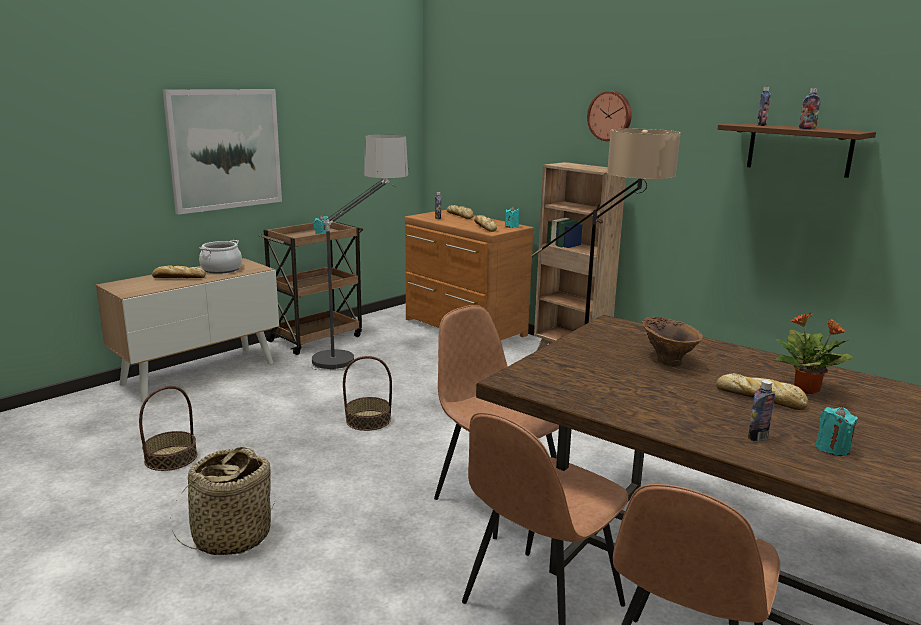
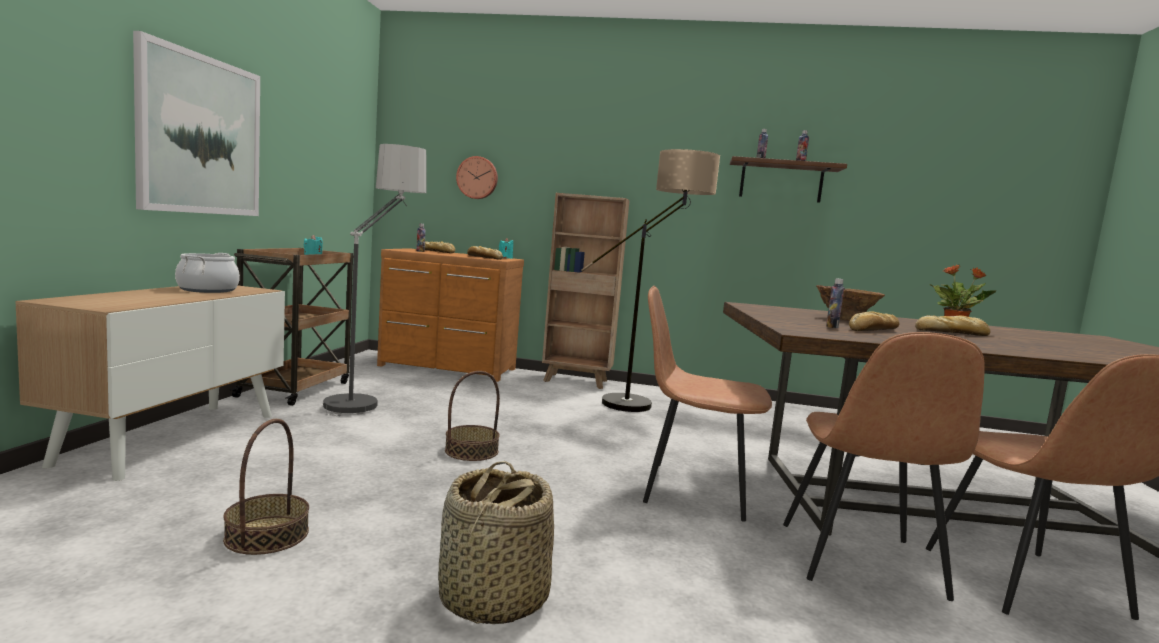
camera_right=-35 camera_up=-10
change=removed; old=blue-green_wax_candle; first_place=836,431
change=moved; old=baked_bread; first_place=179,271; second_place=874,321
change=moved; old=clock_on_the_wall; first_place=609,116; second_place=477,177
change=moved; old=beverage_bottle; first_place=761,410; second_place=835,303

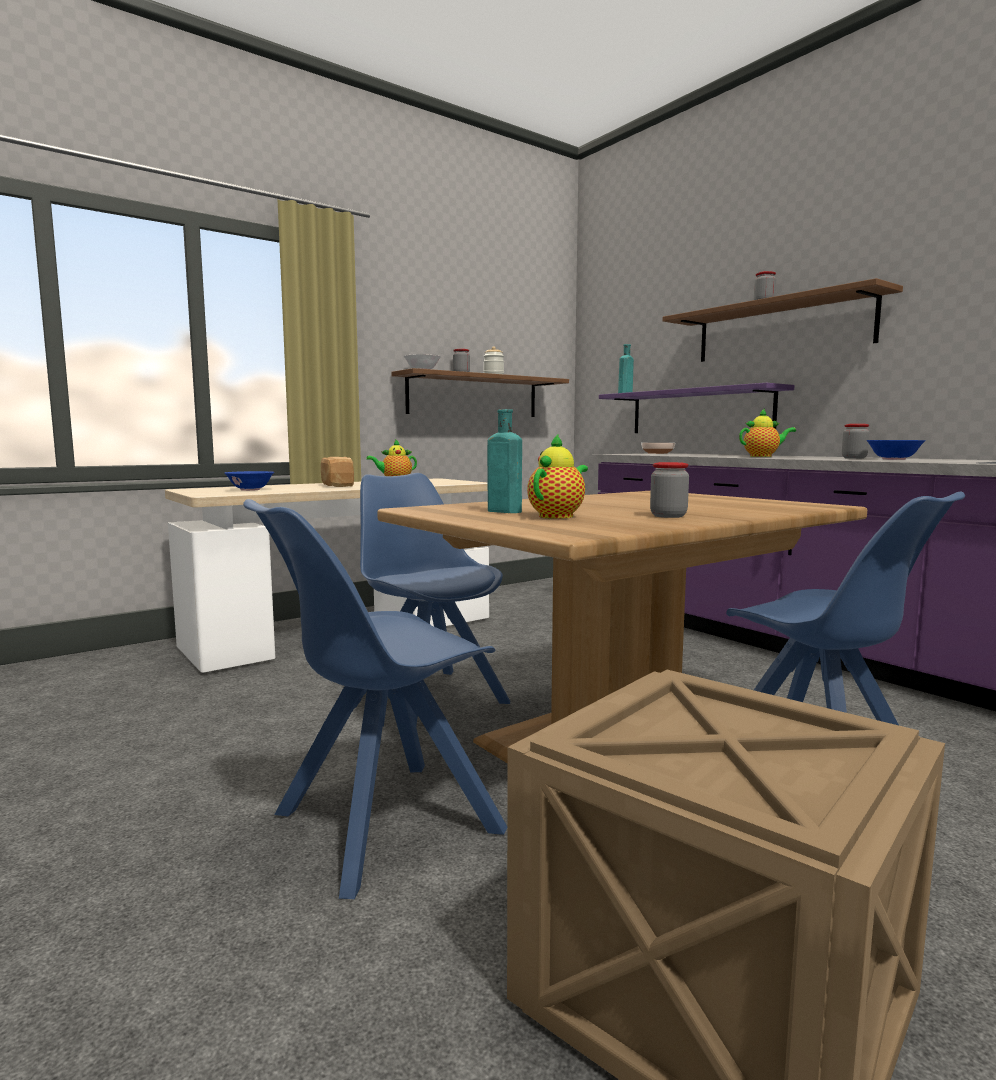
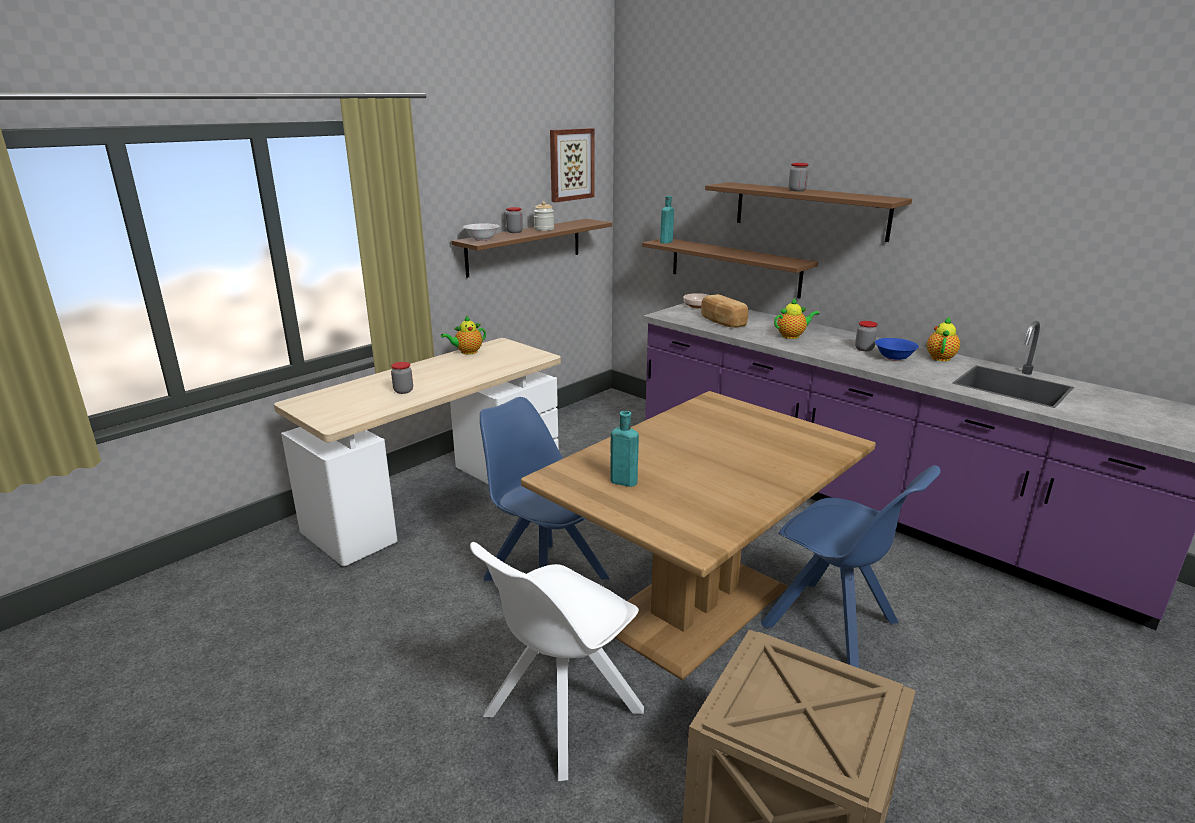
camera_right=-10 camera_up=15
change=removed; old=blue-coloured_serving_bowl; first_place=249,481
change=added; new=wall_picture; second_place=572,165
change=moved; old=baked_bread; first_place=337,472; second_place=724,311
change=moved; old=teapot; first_place=557,476; second_place=943,339
change=moved; old=jar; first_place=669,490; second_place=402,378
change=recoloured; old=blue-coloured_plain_chair; new=white-coloured_plain_chair; first_place=375,699; second_place=557,661
change=recoloured; old=purplish_wall_shelf; new=brown_wall_shelf; first_place=696,408; second_place=730,269

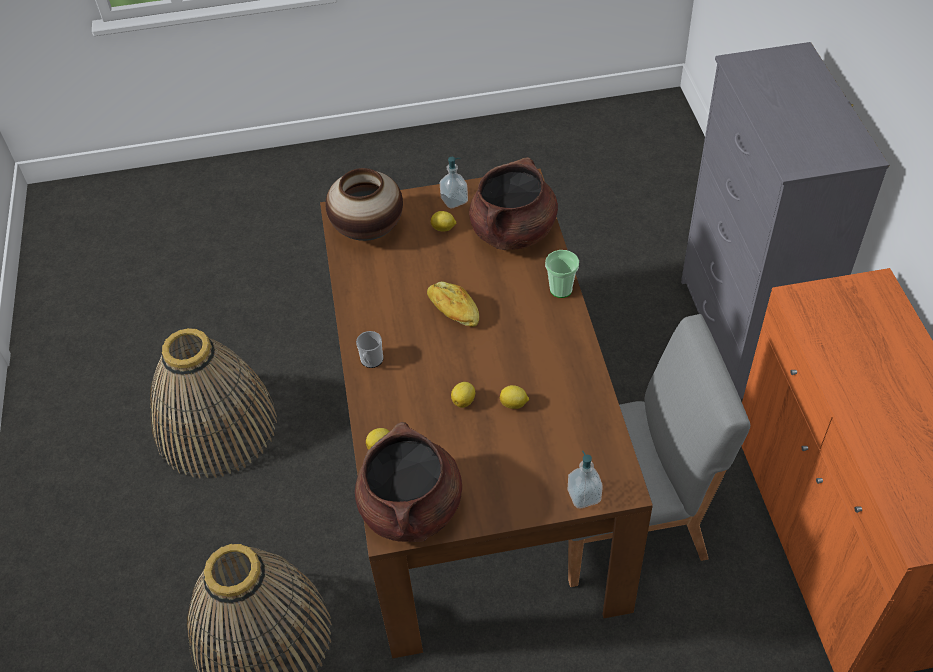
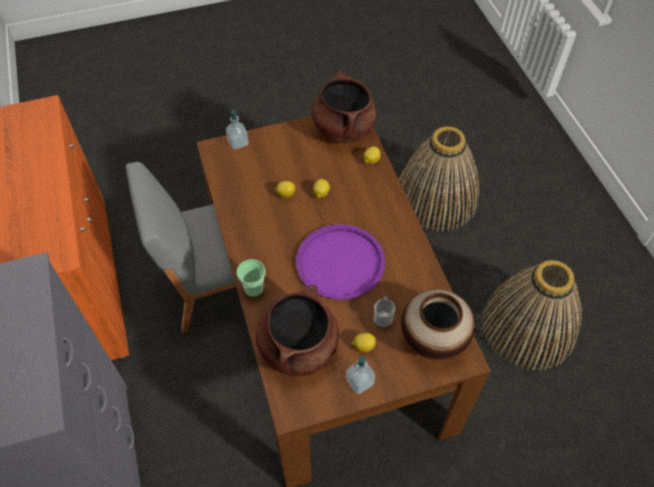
camera_right=170 camera_up=5
change=moved; old=tea_mug; first_place=369,349; second_place=385,312
change=replaced; old=baked_bread; new=purplish_serving_tray; first_place=453,304; second_place=340,262

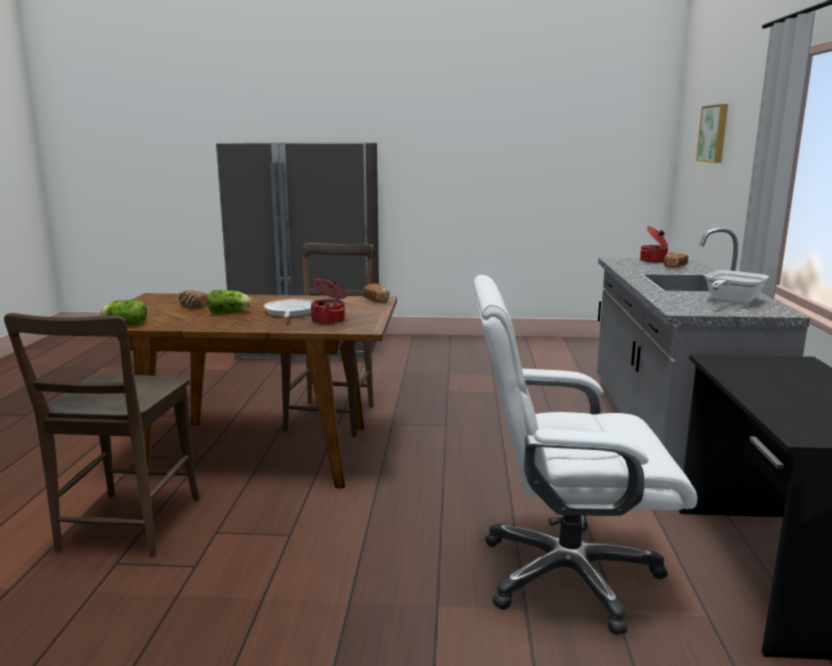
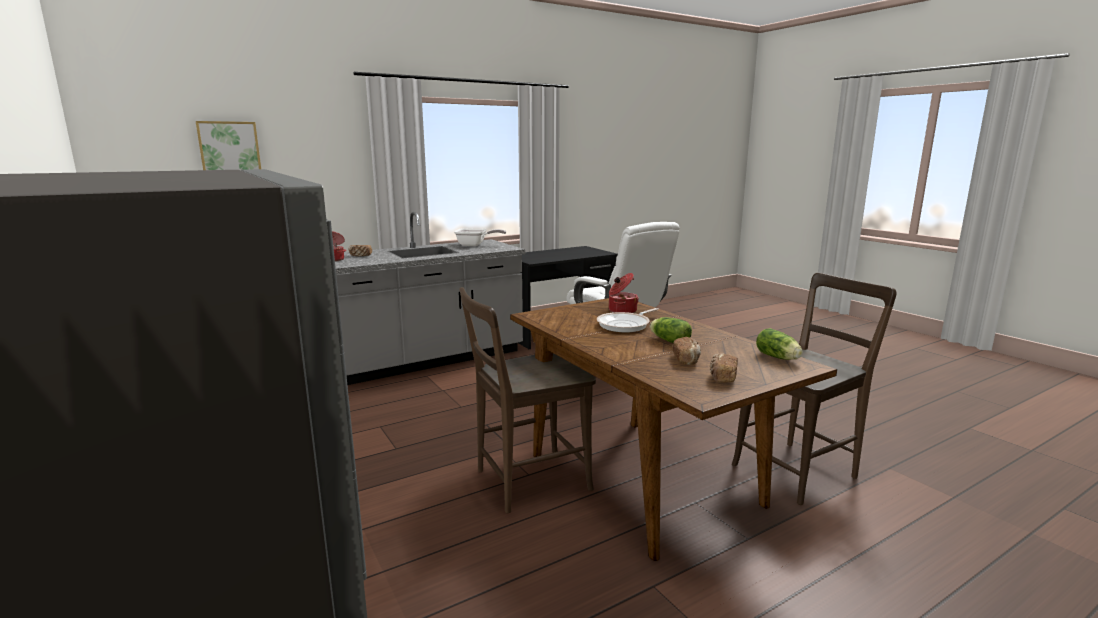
camera_right=-125 camera_up=0
change=moved; old=baked_bread; first_place=376,293; second_place=723,368

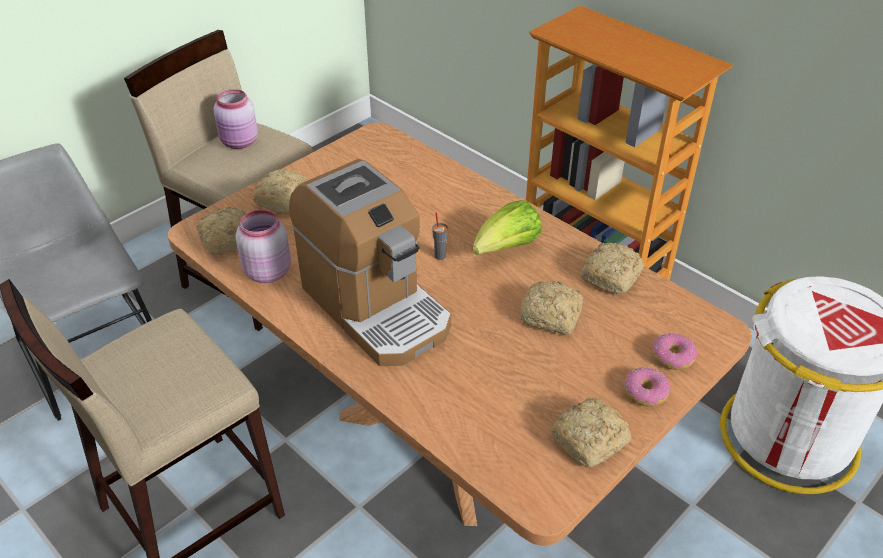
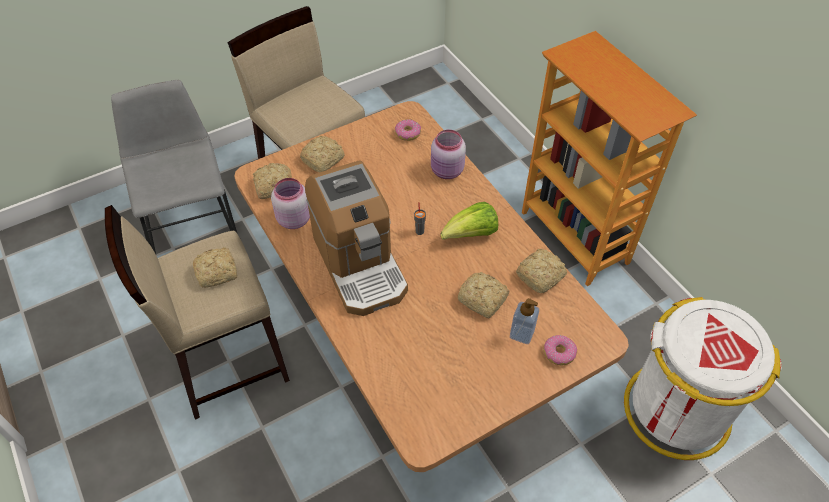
camera_right=15 camera_up=10
change=added; new=soap_dispenser; second_place=524,321
change=moved; old=pinkish_jar; first_place=236,119; second_place=448,154
change=moved; old=baked_bread; first_place=591,432; second_place=215,267
change=moved; old=doughnut; first_place=647,386; second_place=408,130

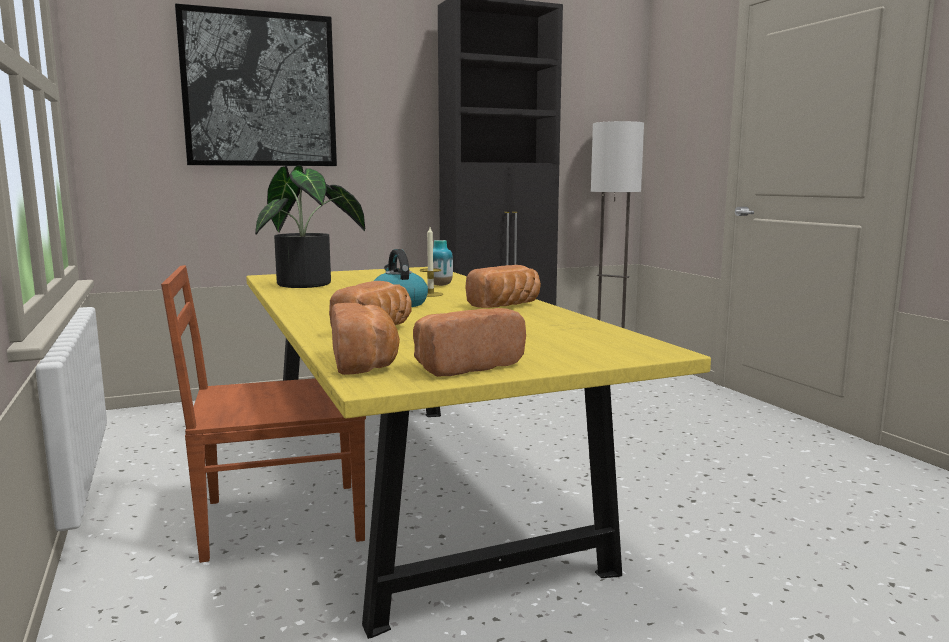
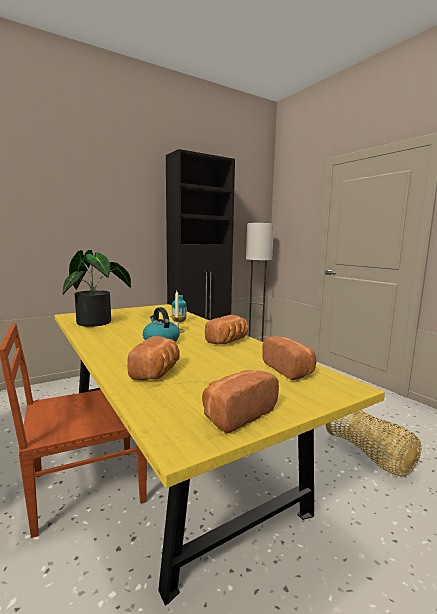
camera_right=-10 camera_up=0
change=removed; old=wall_picture; first_place=256,84
change=added; new=basket; second_place=374,443
change=moved; old=baked_bread; first_place=366,339; second_place=289,358

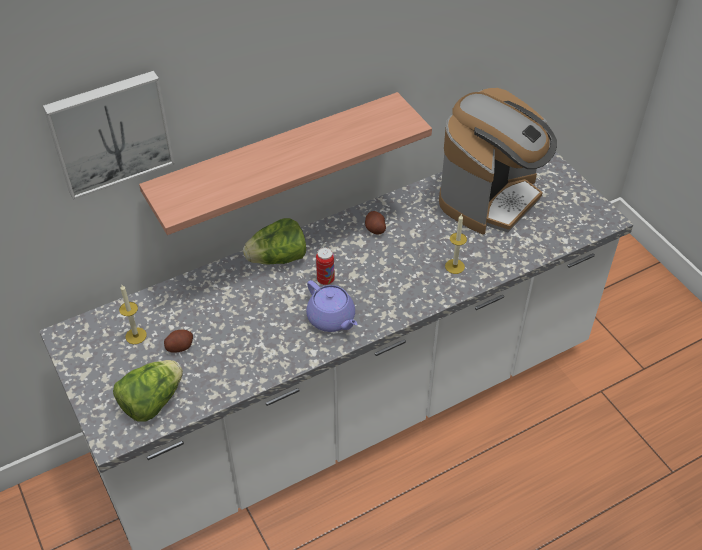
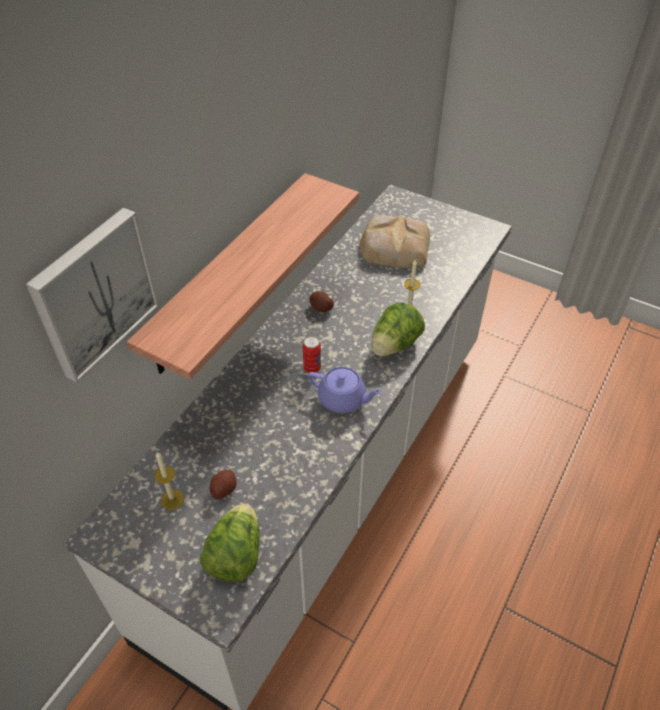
camera_right=-30 camera_up=0
change=moved; old=lettuce; first_place=274,241; second_place=398,329
change=replaced; old=coffee_maker; new=baked_bread; first_place=498,161; second_place=395,241

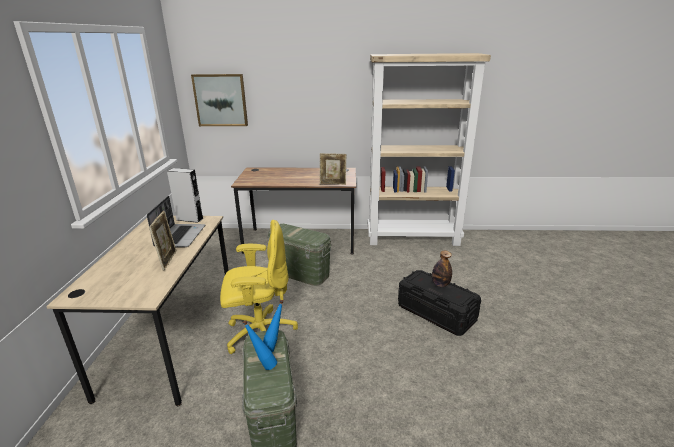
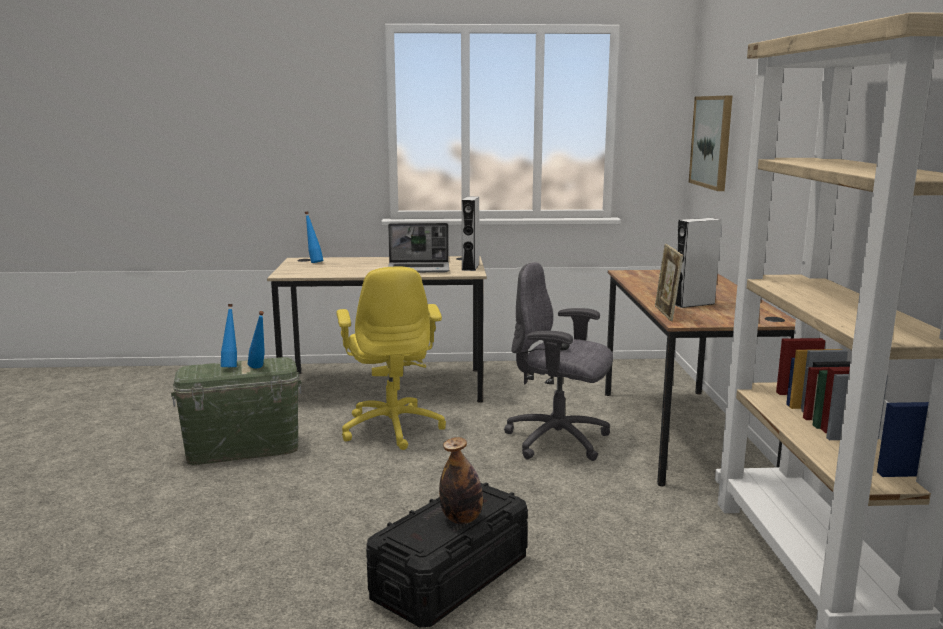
camera_right=85 camera_up=-10
change=removed; old=photo_frame; first_place=162,241
change=added; new=blue-coloured_beverage_bottle; second_place=314,237
change=added; new=greyish_speaker; second_place=698,263
change=replaced; old=green-coloured_storage_bin; new=greyish_computer_chair; first_place=300,255; second_place=558,361

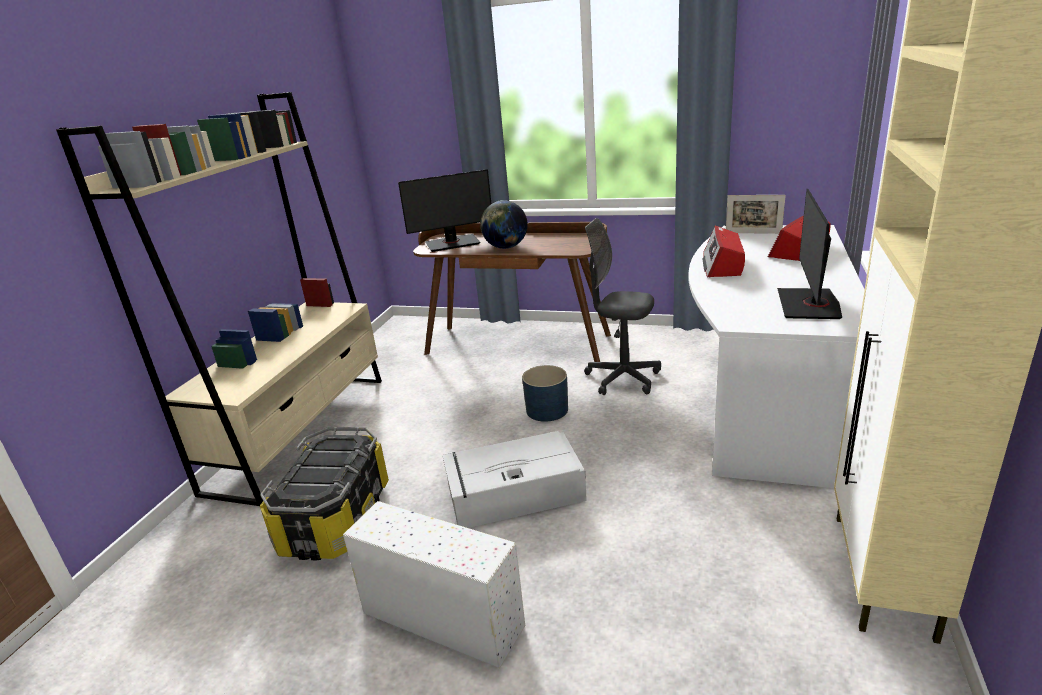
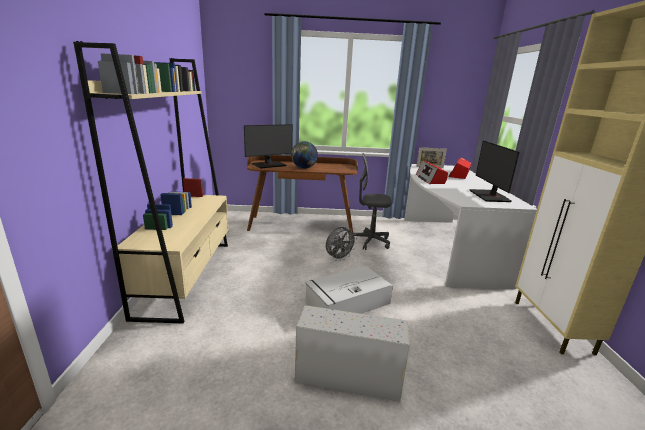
camera_right=-20 camera_up=-5
change=removed; old=storage_bin; first_place=324,493
change=replaced; old=blue-coloured_flower_pot; new=greyish_fan; first_place=545,393; second_place=341,244

